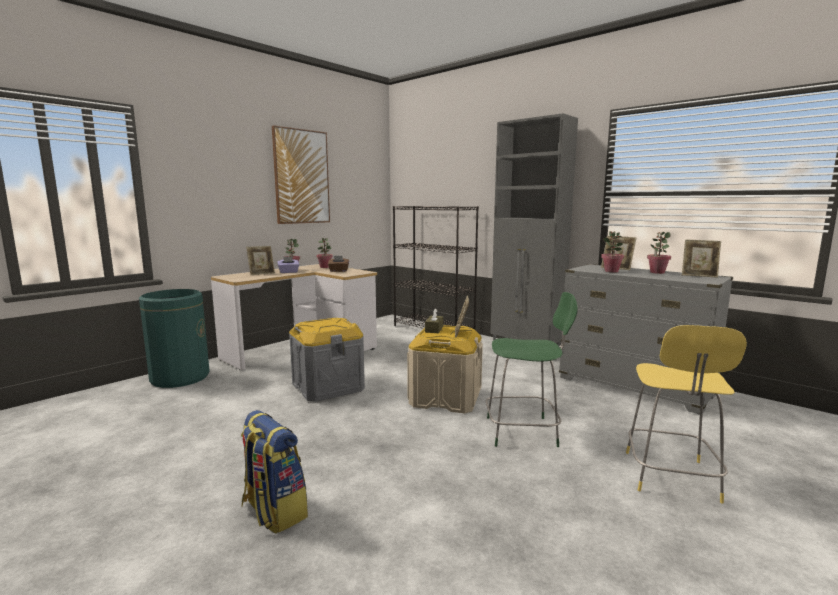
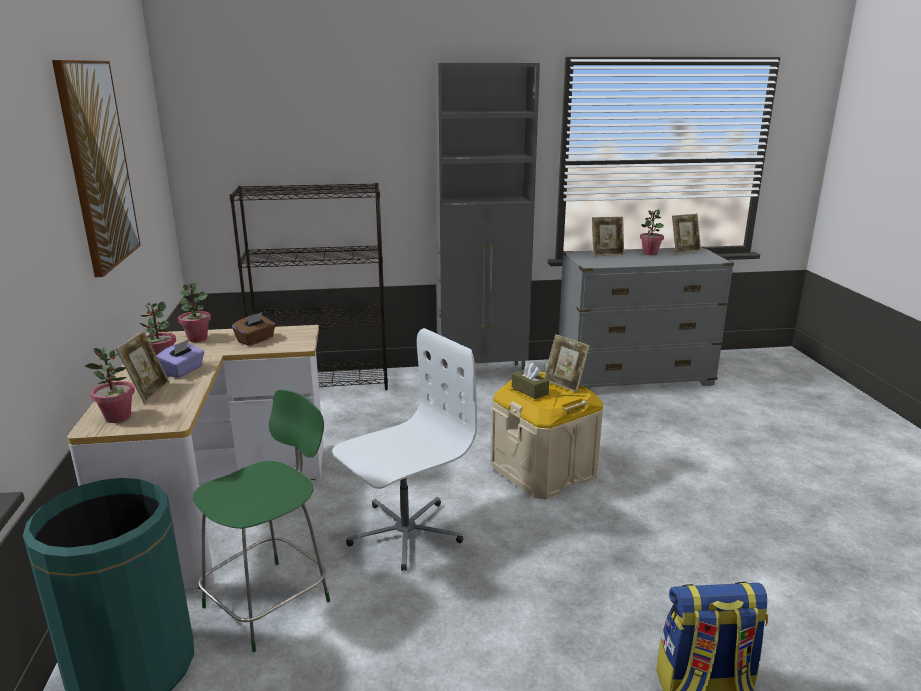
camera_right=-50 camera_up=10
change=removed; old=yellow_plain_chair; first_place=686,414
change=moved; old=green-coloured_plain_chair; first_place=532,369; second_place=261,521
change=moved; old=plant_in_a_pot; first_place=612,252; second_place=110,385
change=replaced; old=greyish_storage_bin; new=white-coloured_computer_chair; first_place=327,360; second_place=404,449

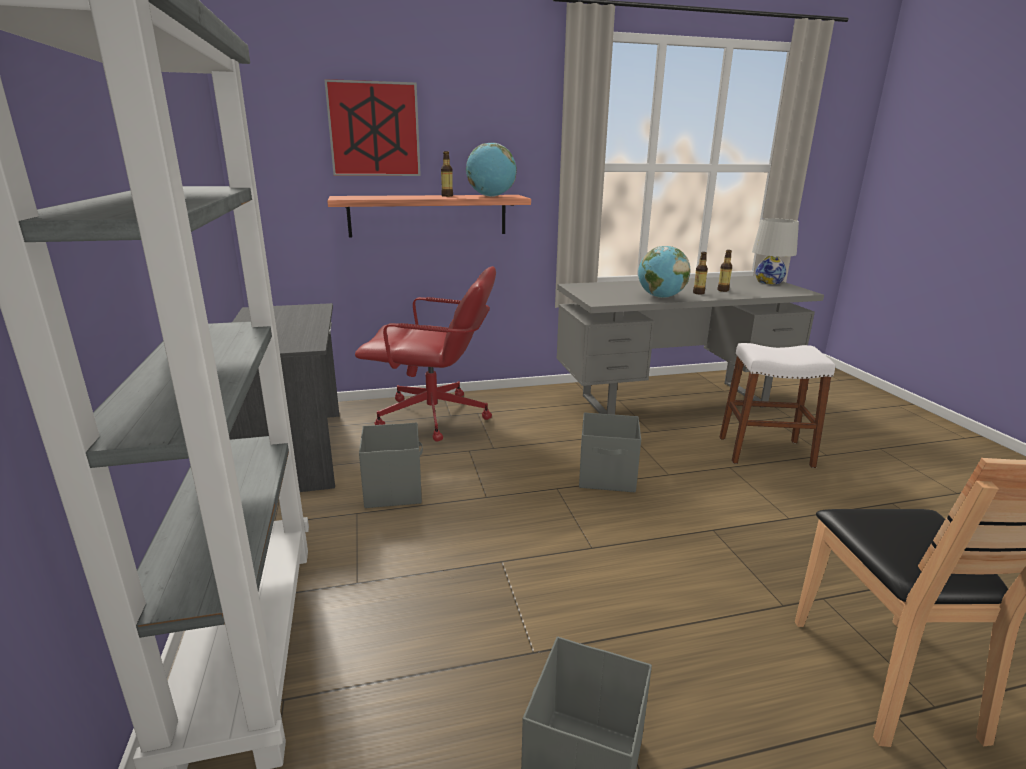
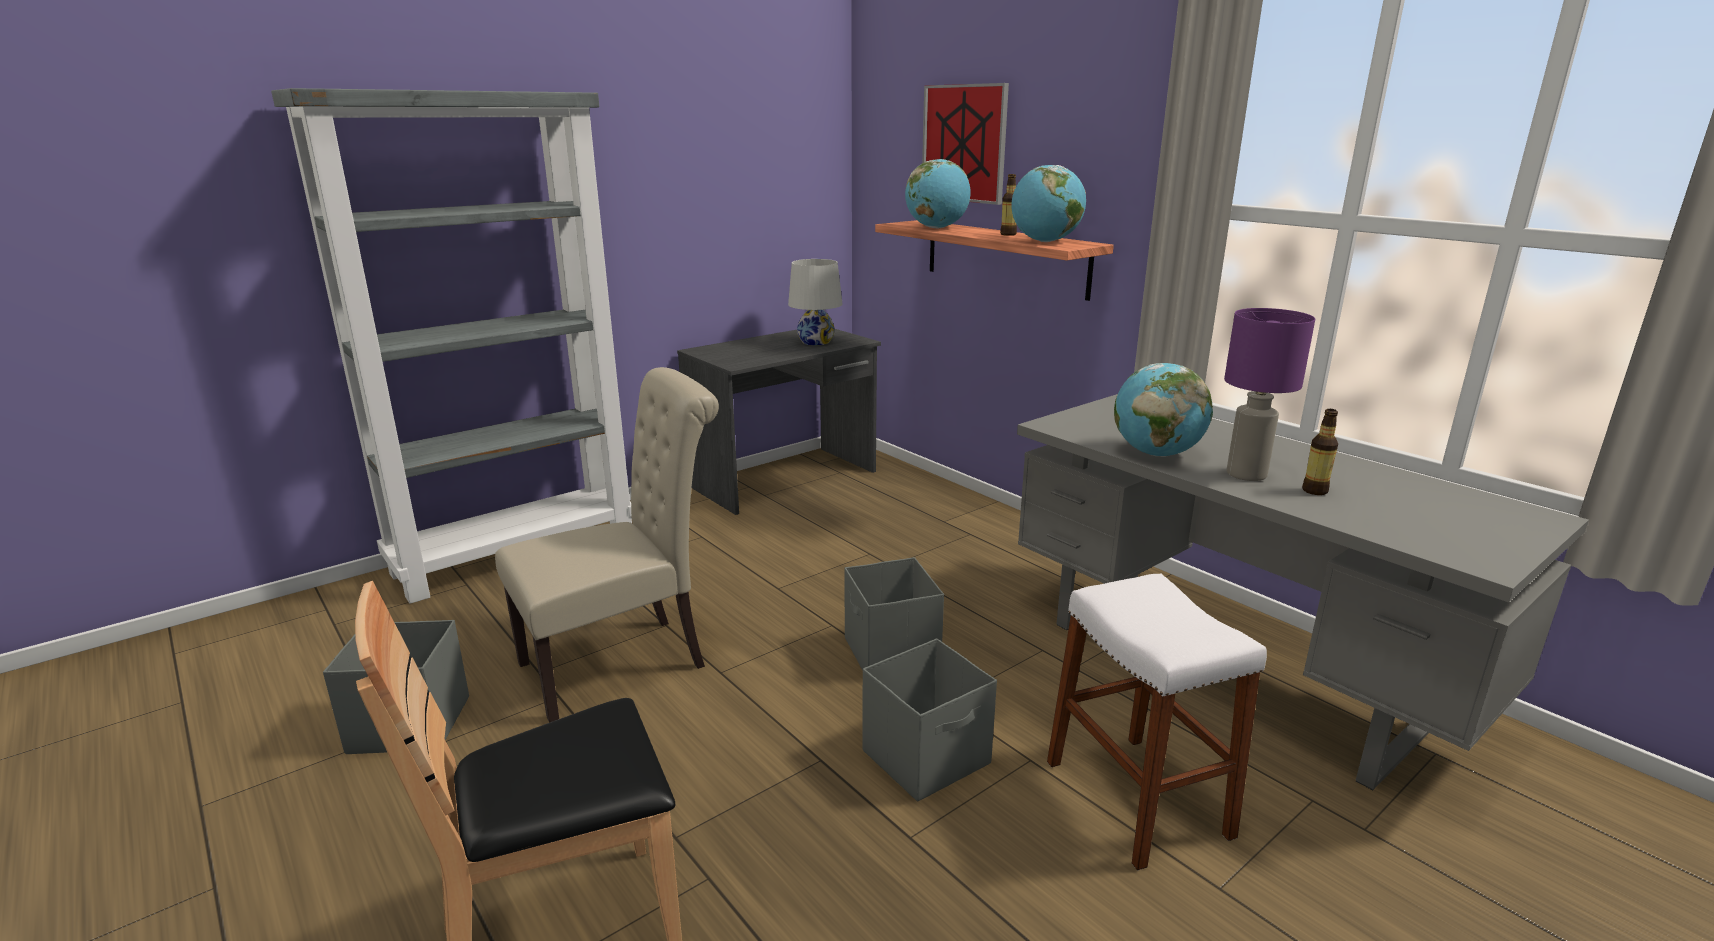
camera_right=65 camera_up=0
change=removed; old=reddish_computer_chair; first_place=425,354
change=added; new=beige_plain_chair; second_place=607,545
change=added; new=desk_globe; second_place=938,193
change=moved; old=greyish_storage_bin; first_place=391,465; second_place=930,720
change=moved; old=white-coloured_tabletop_lamp; first_place=775,251; second_place=815,302
change=replaced; old=beverage_bottle; new=purplish_tabletop_lamp; first_place=700,273; second_place=1269,394

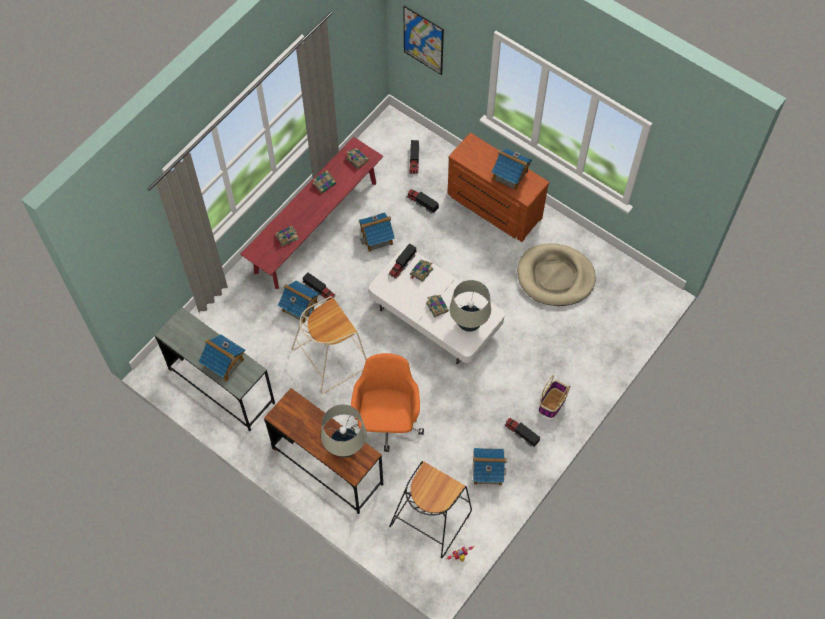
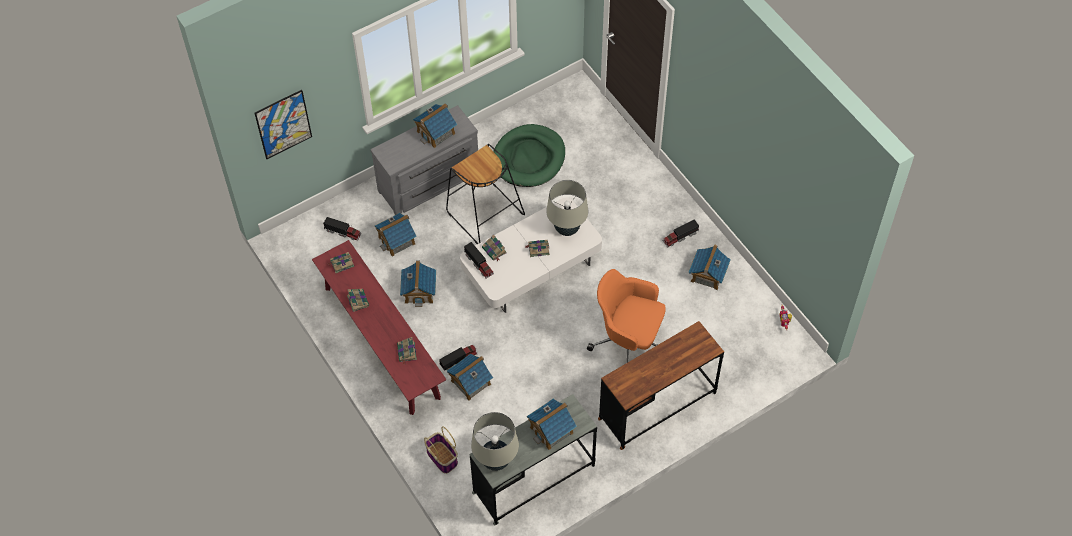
camera_right=-70 camera_up=-5
change=removed; old=beige_sitting_stool; first_place=329,345
change=moved; old=beige_tabletop_lamp; first_place=344,431; second_place=495,441
change=moved; old=black_sitting_stool; first_place=430,509; second_place=485,194
change=moved; old=basket; first_place=554,397; second_place=441,450
change=replaced; old=model_truck; new=toy_house; first_place=423,201; second_place=396,234
change=recoloured; old=brown_dresser; new=greyish_dresser; first_place=498,187; second_place=424,160
change=recoloured; old=beige_dog_cushion; new=green-coloured_dog_cushion; first_place=557,275; second_place=529,155

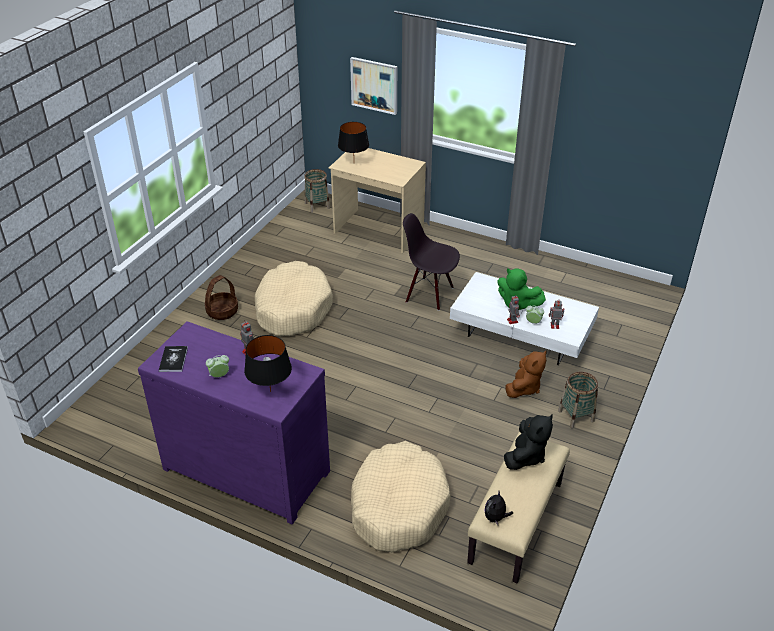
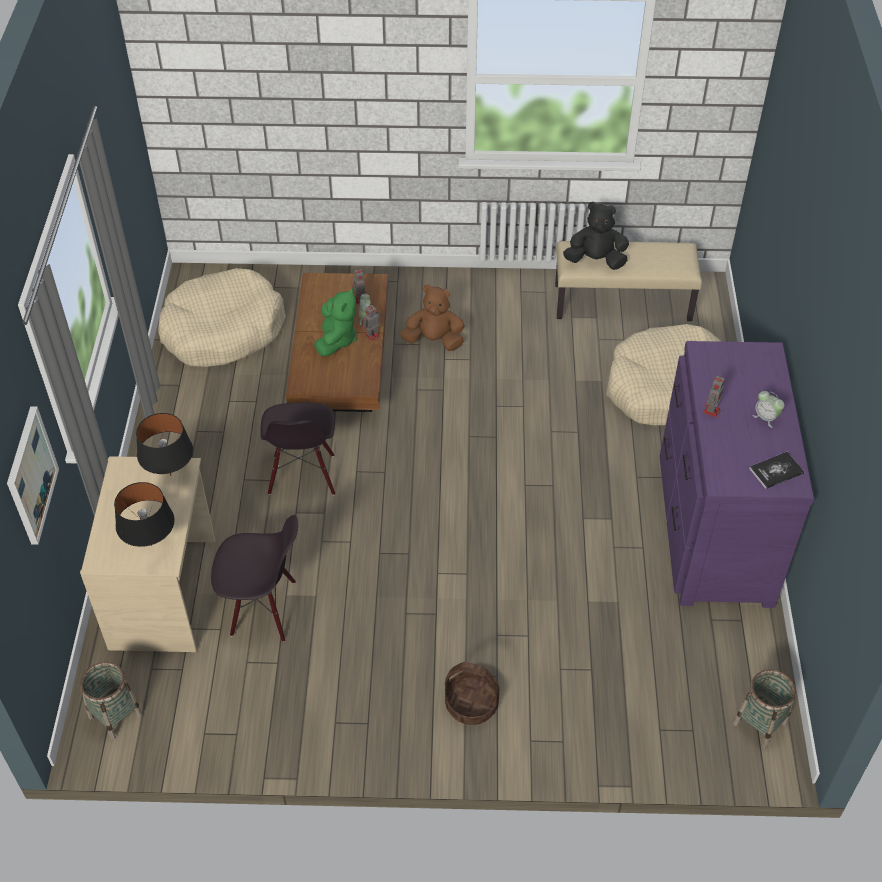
camera_right=-115 camera_up=10
change=removed; old=soft_toy; first_place=498,508
change=added; new=black_plain_chair; second_place=254,578
change=moved; old=black_tabletop_lamp; first_place=268,363; second_place=164,444
change=moved; old=beige_dog_cushion; first_place=294,299; second_place=222,317
change=moved; old=basket; first_place=578,400; second_place=764,708
change=recoloured; old=white-coloured_low_table; new=brown_low_table; first_place=524,318; second_place=337,342

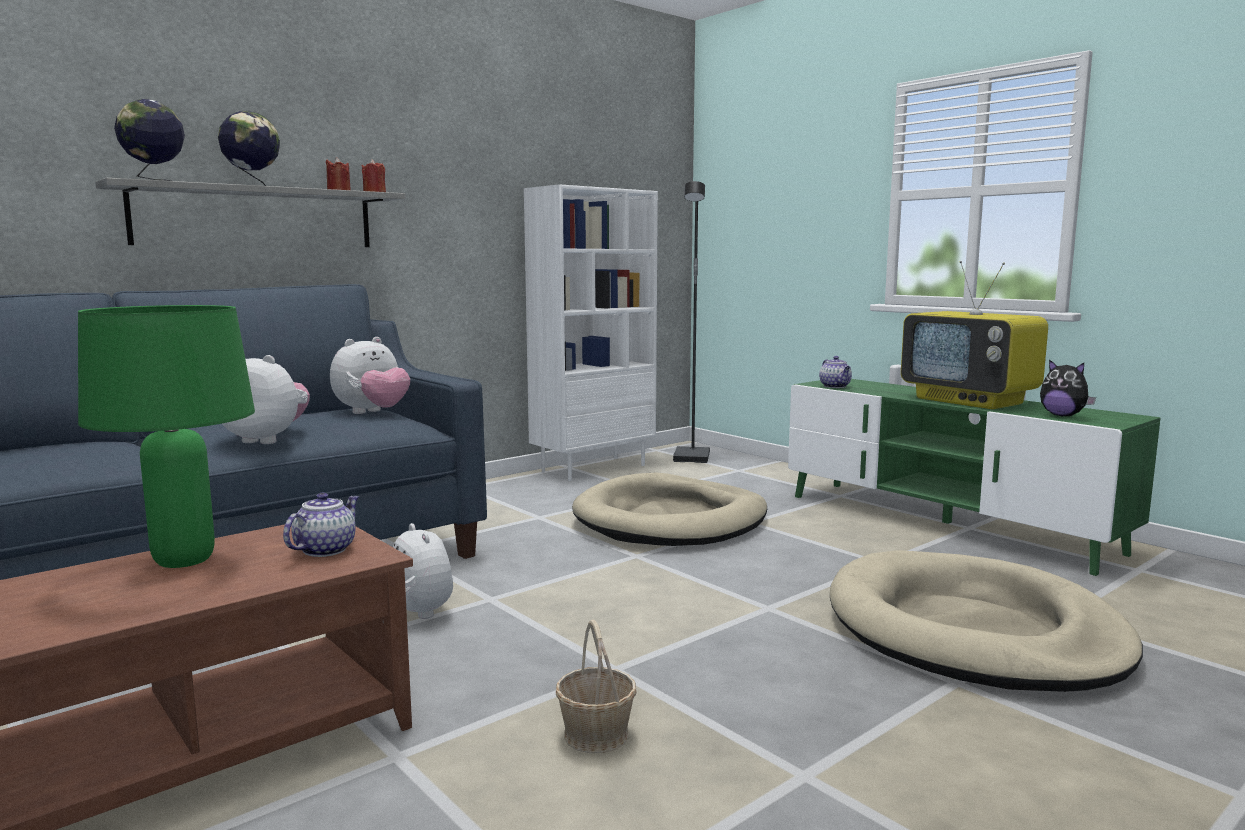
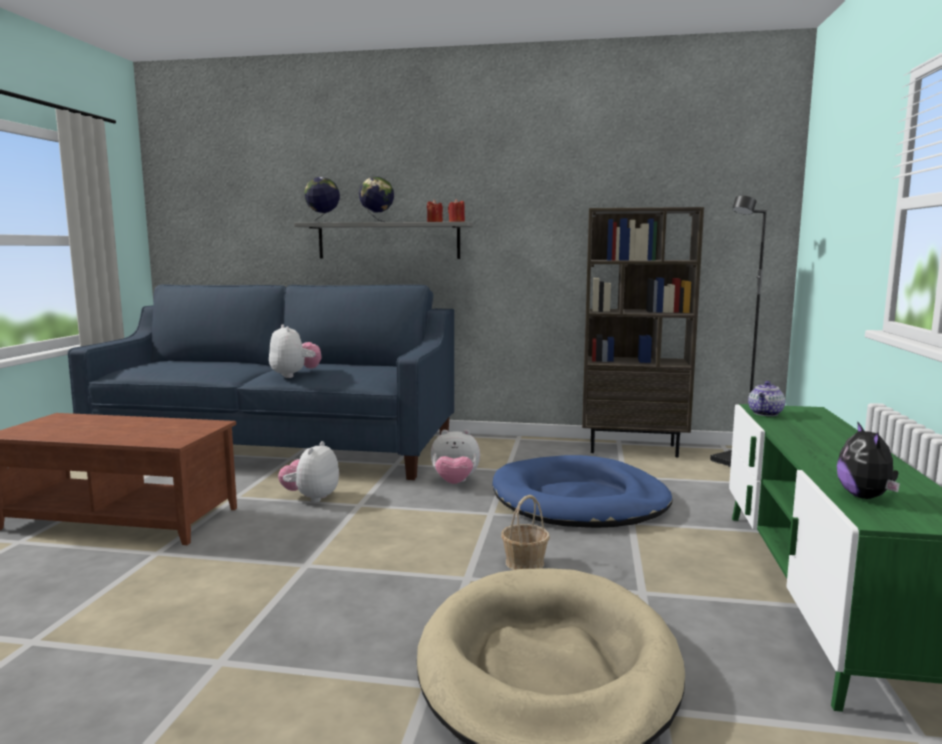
camera_right=50 camera_up=0
change=removed; old=green-coloured_tabletop_lamp; first_place=166,436
change=removed; old=teapot; first_place=321,525
change=removed; old=TV; first_place=974,335
change=moved; old=soft_toy; first_place=370,375; second_place=455,457
change=moved; old=basket; first_place=596,686; second_place=525,532
change=recoloured; old=white-coloured_shelving_unit; new=brown_shelving_unit; first_place=591,332; second_place=643,332
change=recoloured; old=beige_dog_cushion; new=blue-coloured_dog_cushion; first_place=669,509; second_place=582,491

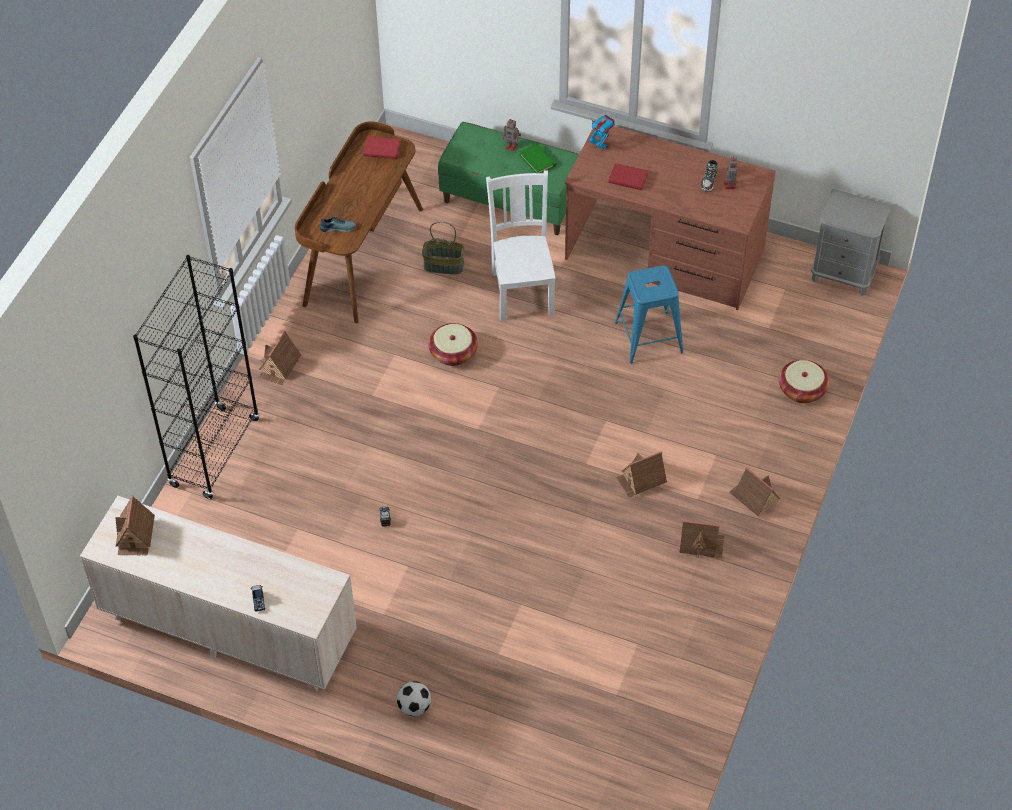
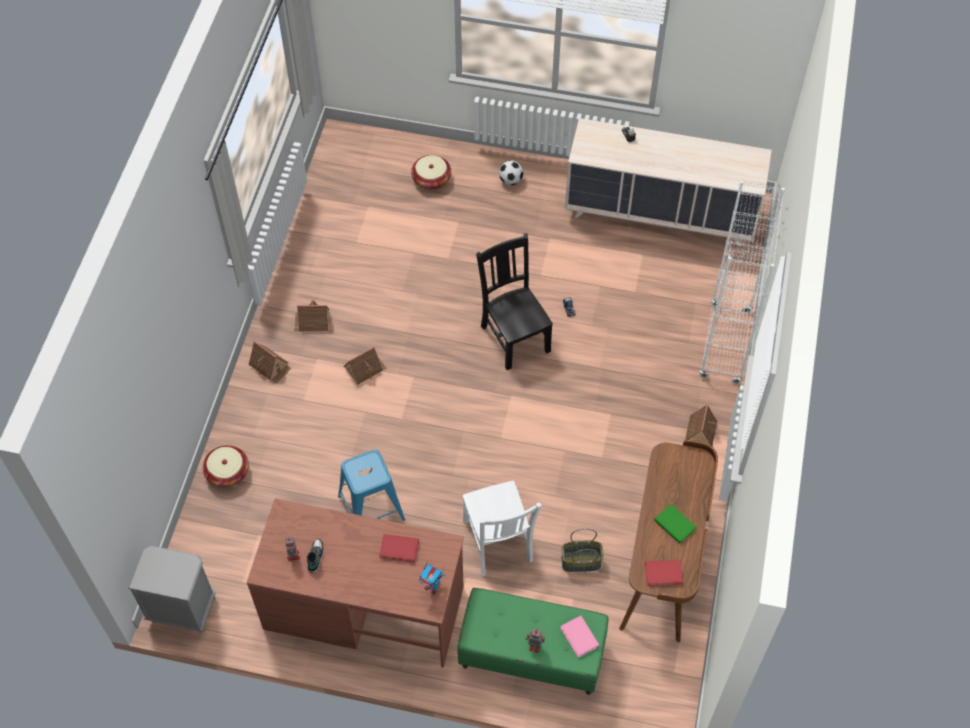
camera_right=170 camera_up=5
change=removed; old=toy_house; first_place=135,525
change=removed; old=item_of_footwear; first_place=338,224
change=added; new=black_plain_chair; second_place=514,301
change=added; new=pinkish_book; second_place=580,637
change=moved; old=basket; first_place=453,344; second_place=431,172
change=moved; old=green-coloured_book; first_place=537,158; second_place=675,524
change=recoloured; old=black_shelving_unit; new=white-coloured_shelving_unit; first_place=196,377; second_place=742,282

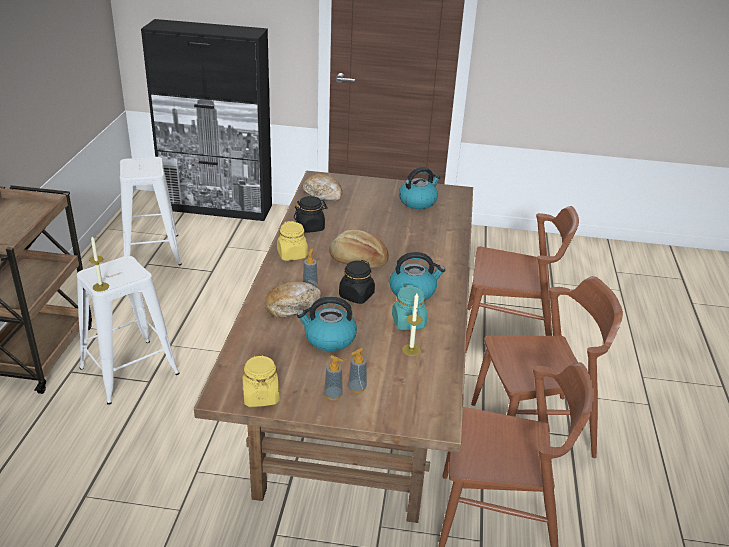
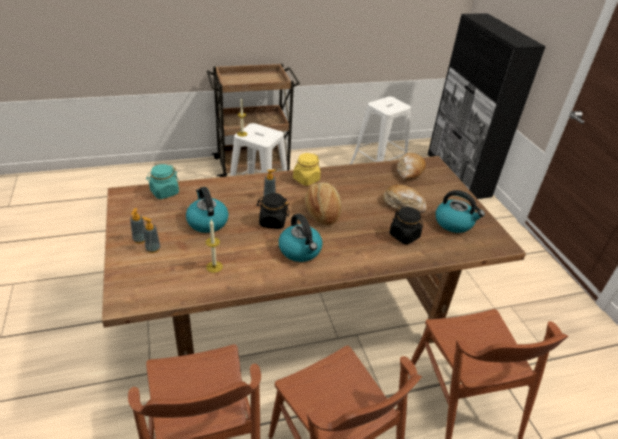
camera_right=65 camera_up=5
change=removed; old=yellow_jar; first_place=261,381
change=moved; old=baked_bread; first_place=292,300; second_place=405,199
change=moved; old=black_jar; first_place=311,214; second_place=406,225
change=moved; old=blue-green_jar; first_place=409,307; second_place=162,181

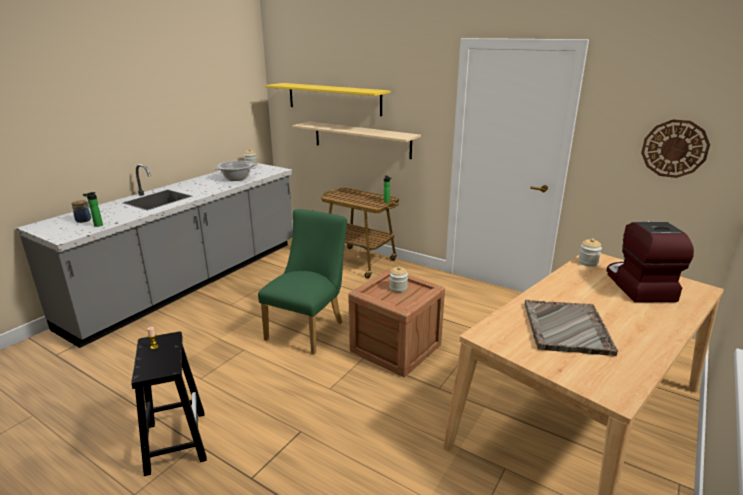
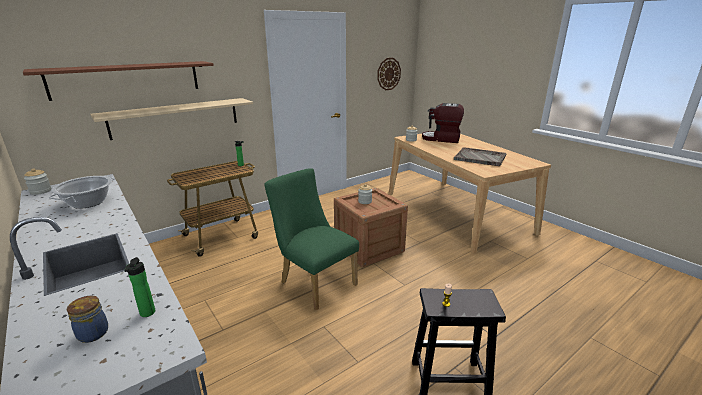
camera_right=-70 camera_up=0
change=recoloured; old=yellow_wall_shelf; new=brown_wall_shelf; first_place=328,99; second_place=118,81

